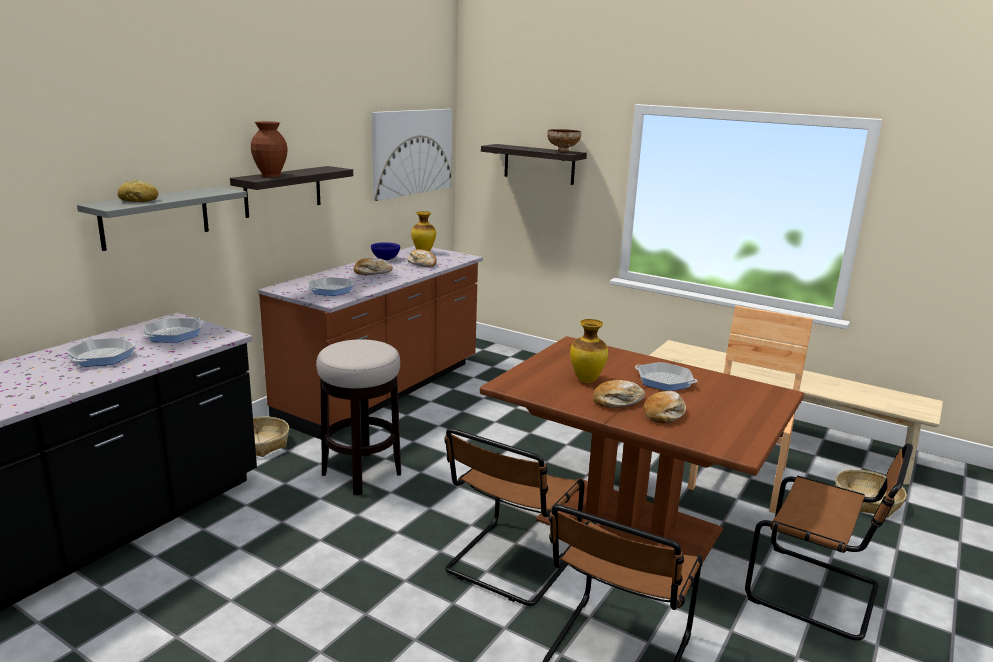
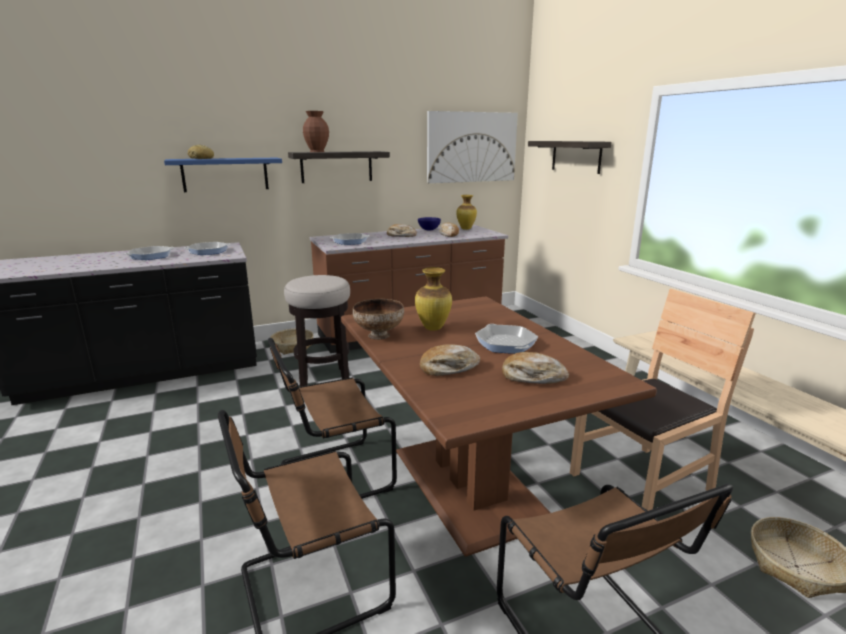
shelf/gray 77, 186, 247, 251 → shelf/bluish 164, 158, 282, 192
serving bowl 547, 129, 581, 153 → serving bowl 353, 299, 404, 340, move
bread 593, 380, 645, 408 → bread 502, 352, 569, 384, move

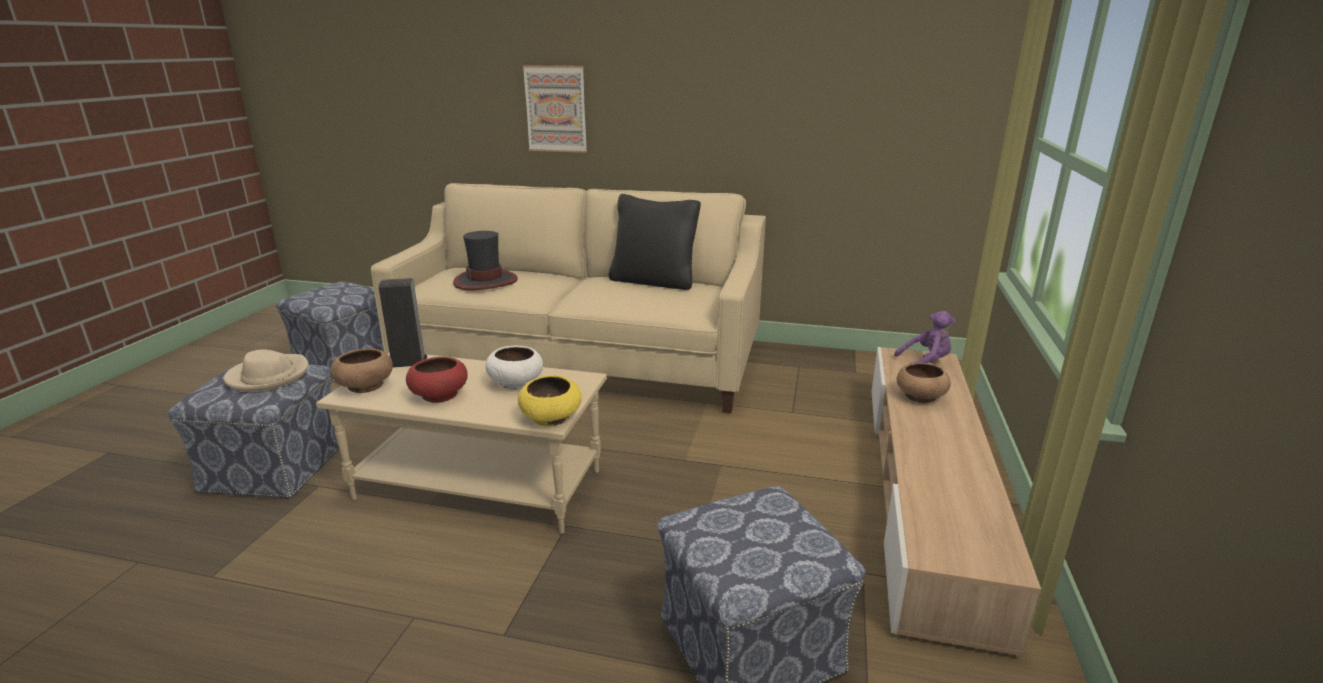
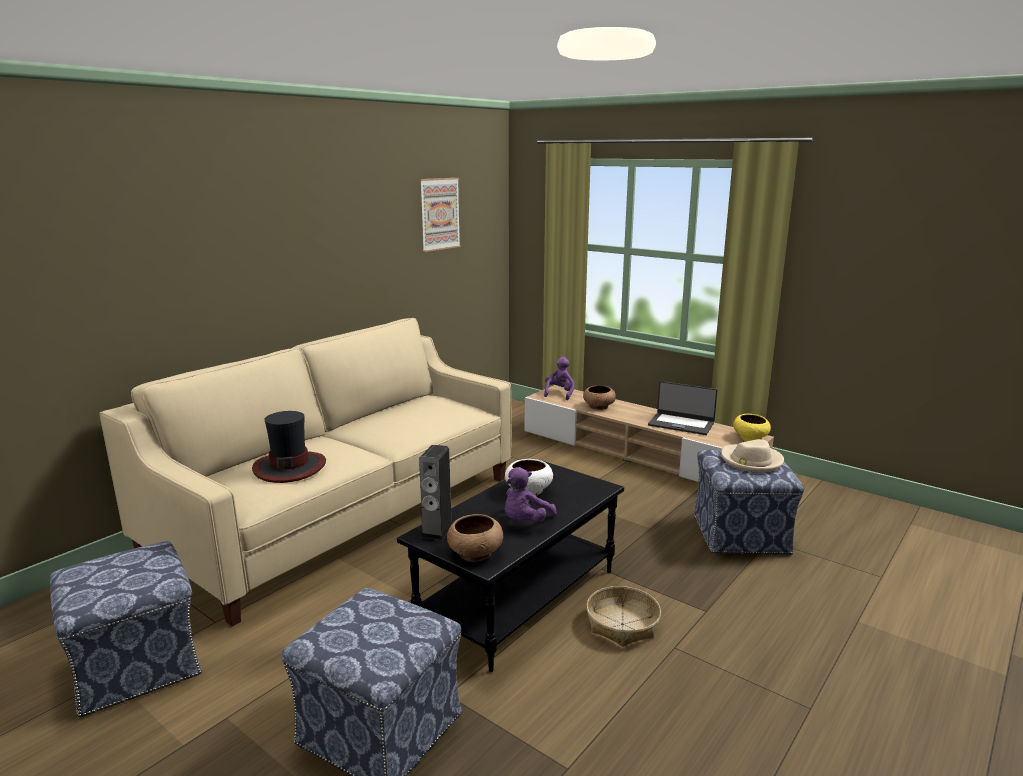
clothing hat/beige 224, 349, 309, 392 → clothing hat/beige 721, 439, 784, 472, move
lounge table/beige 316, 352, 607, 534 → lounge table/blackish 397, 460, 624, 672
serving bowl/reddish 406, 357, 468, 403 → cuddly toy/purple 505, 467, 557, 522
serving bowl/yellowish 518, 375, 582, 426 → serving bowl/yellowish 733, 414, 771, 441, move
picture 523, 65, 587, 153 → picture 420, 178, 461, 252, move
throw pillow/blackish 609, 194, 701, 290 → -
- → basket 586, 586, 661, 646
- → portable computer 648, 381, 718, 435

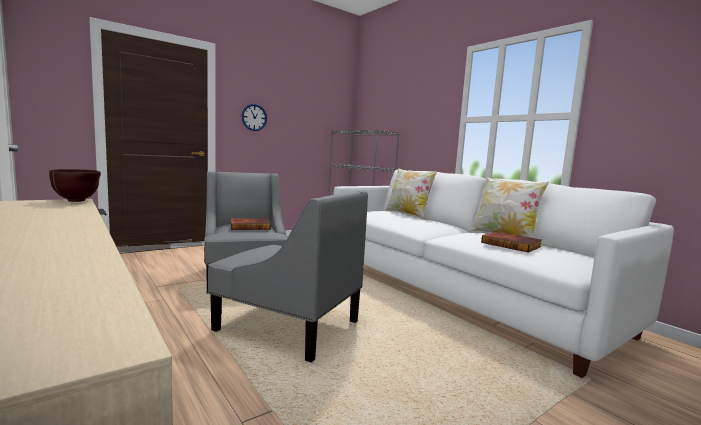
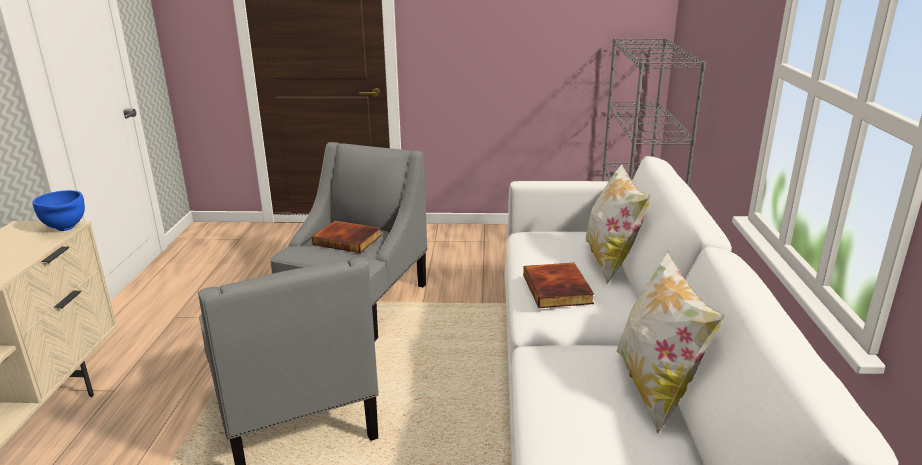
serving bowl/brown 49, 169, 101, 202 → serving bowl/bluish 32, 190, 85, 231
wall clock 242, 104, 267, 131 → -
book 481, 231, 542, 253 → book 523, 263, 594, 308, move

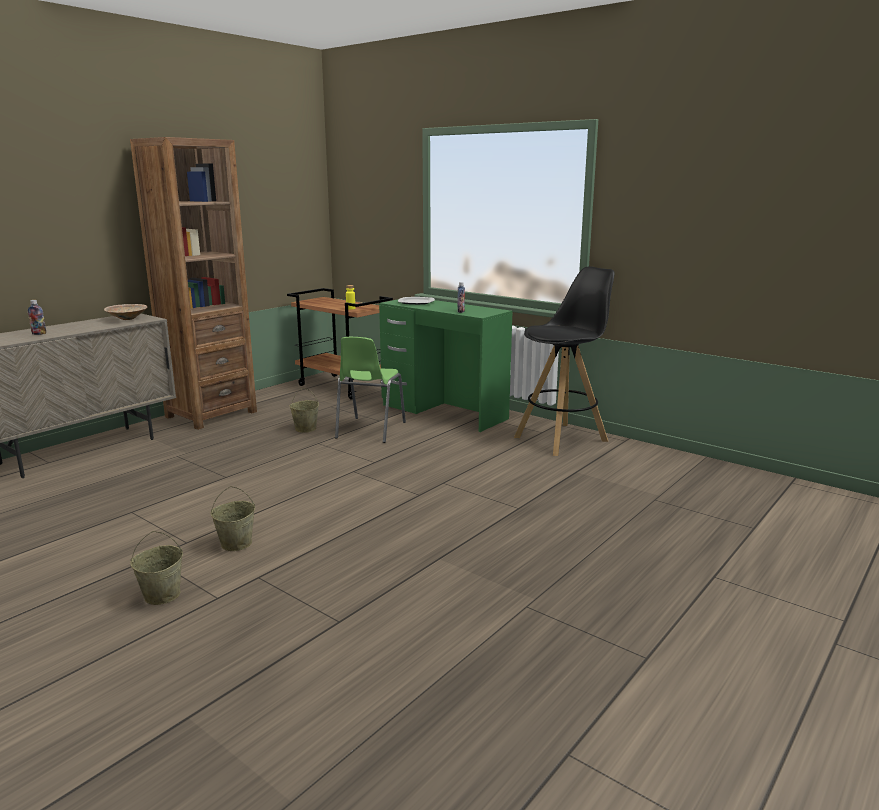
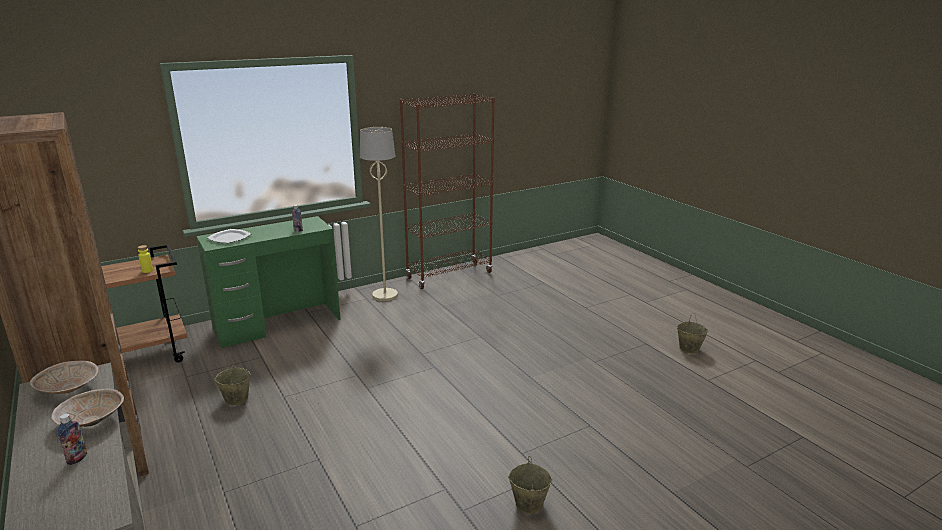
water bucket/beige 211, 486, 255, 551 → water bucket/beige 677, 313, 708, 354, move
plain chair/green 335, 337, 406, 443 → -
sitting stool/blackish 514, 266, 615, 456 → standard lamp/beige 360, 127, 398, 301
- → serving bowl/beige 51, 388, 124, 427
- → shelving unit/brown 400, 93, 495, 289

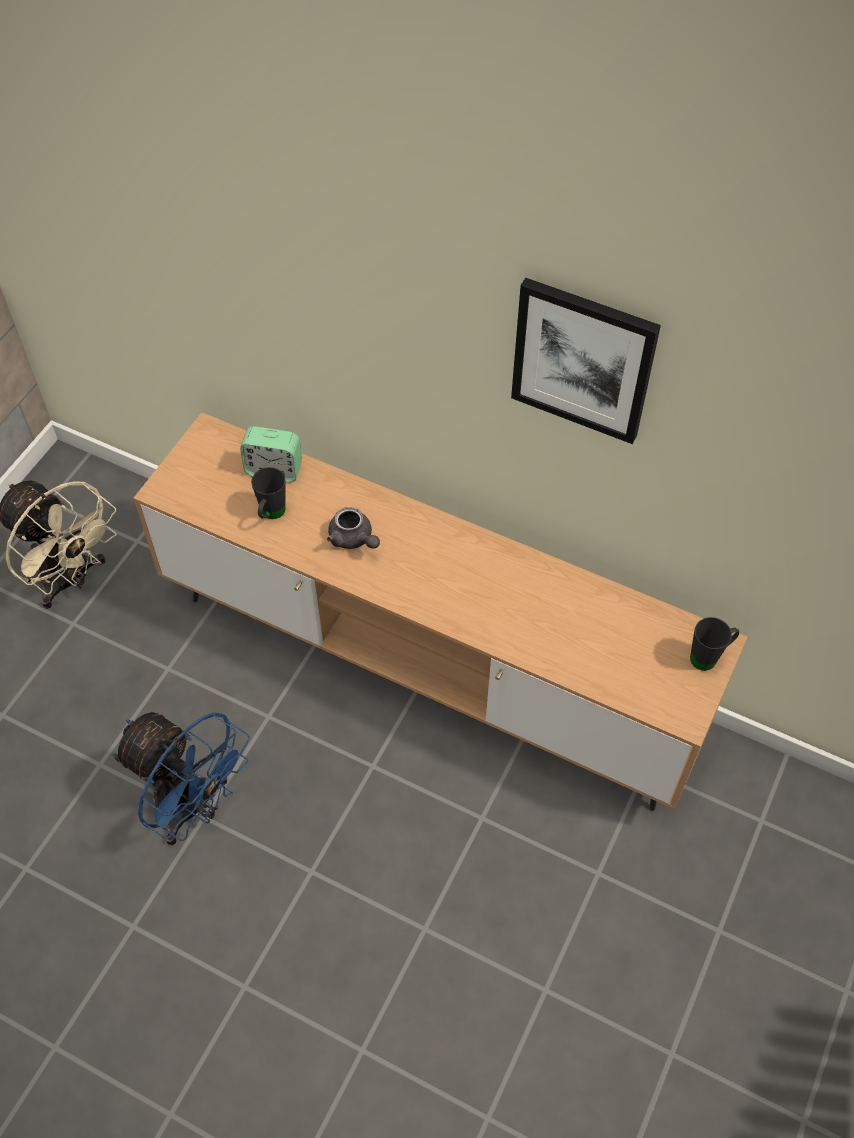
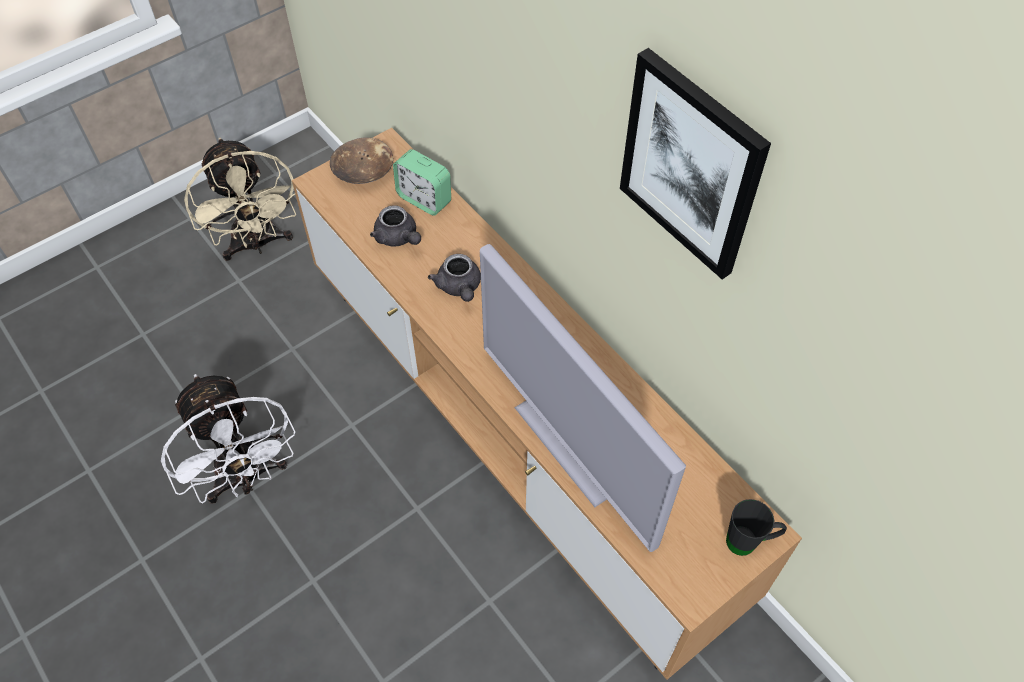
cooling fan/bluish 113, 712, 250, 846 → cooling fan/whitish 161, 374, 295, 504
coffee mug/blackish 251, 467, 286, 519 → pot for tea/gray 370, 206, 421, 246
- → serving bowl/brown 330, 137, 393, 184
- → TV 480, 244, 686, 552

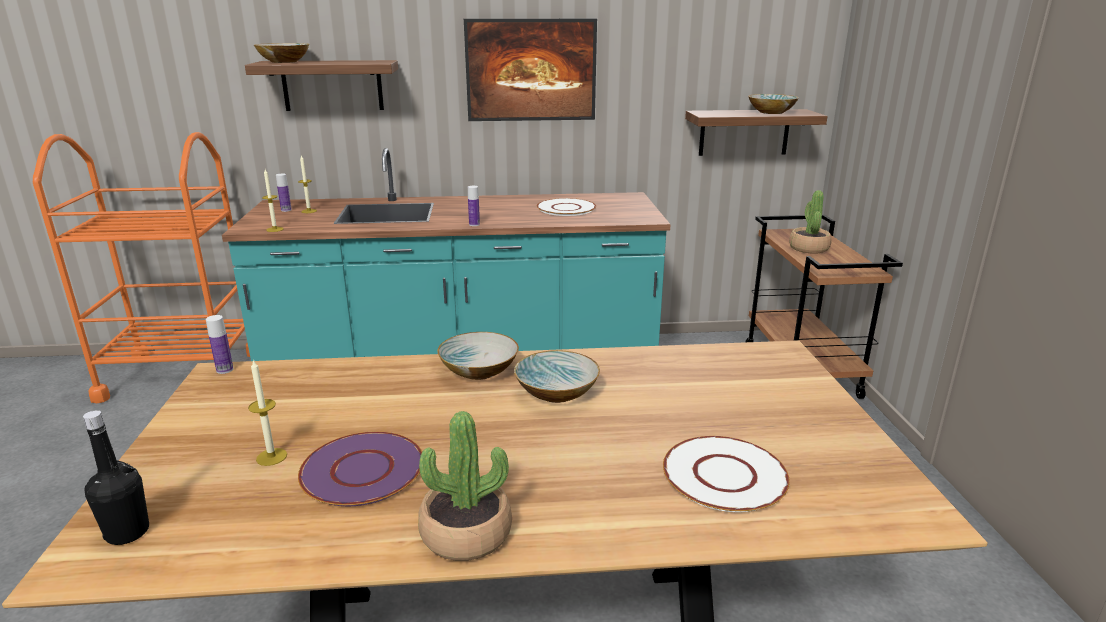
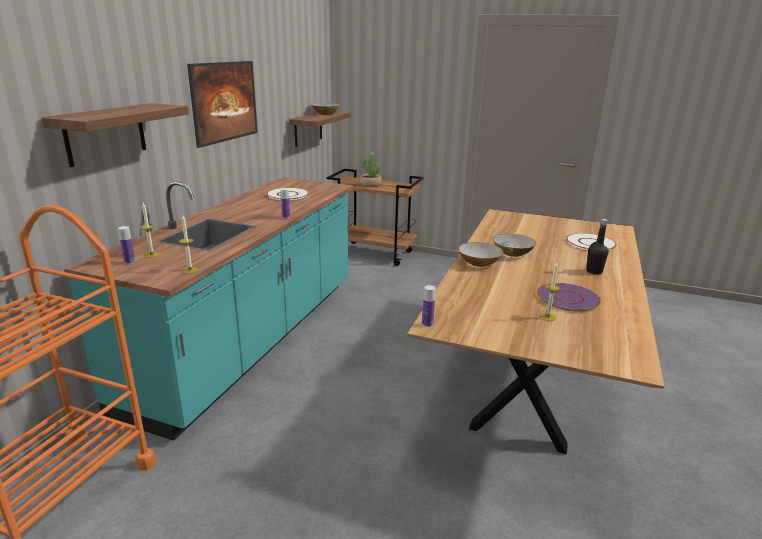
drink bottle/blackish 83, 410, 149, 545 → drink bottle/blackish 586, 219, 609, 274, move
serving bowl 254, 43, 309, 63 → -
plant in a pot 418, 411, 512, 561 → -

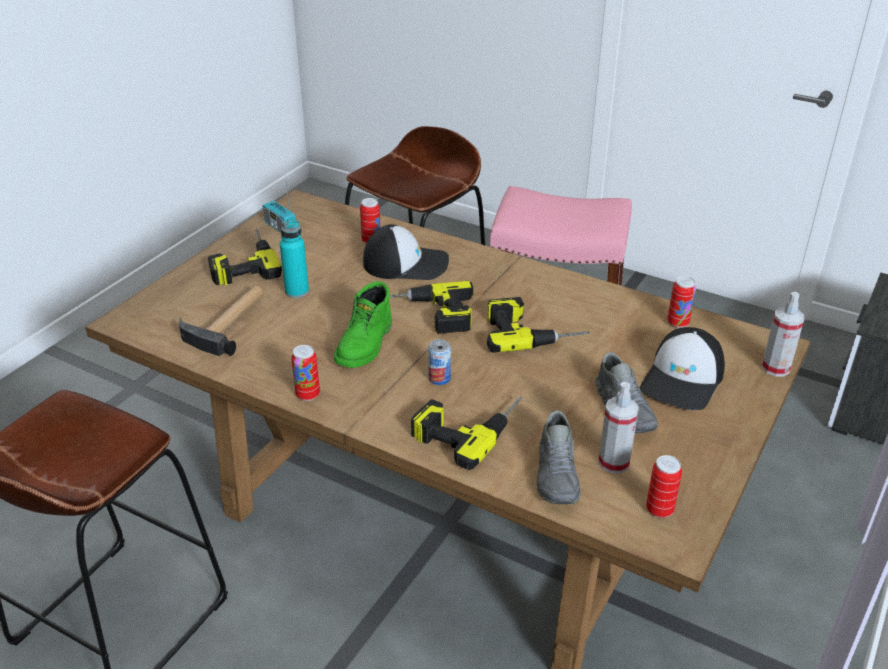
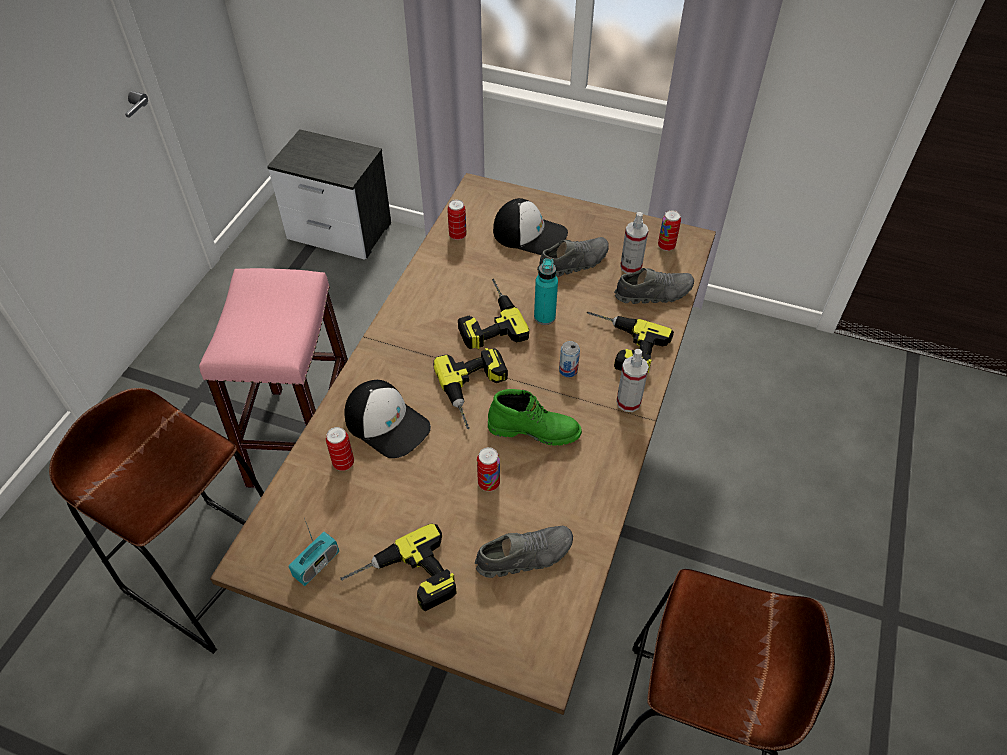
hammer 179, 285, 263, 356 → low shoe/gray 475, 526, 573, 578
drink bottle/blue-green 280, 220, 309, 298 → drink bottle/blue-green 534, 258, 558, 325, move
sealed can 291, 345, 320, 401 → sealed can 477, 447, 500, 491, move
peaked cap 363, 224, 449, 280 → peaked cap 344, 380, 431, 458, 135 degrees clockwise
hand sprayer 762, 292, 804, 376 → hand sprayer 616, 349, 649, 412, move

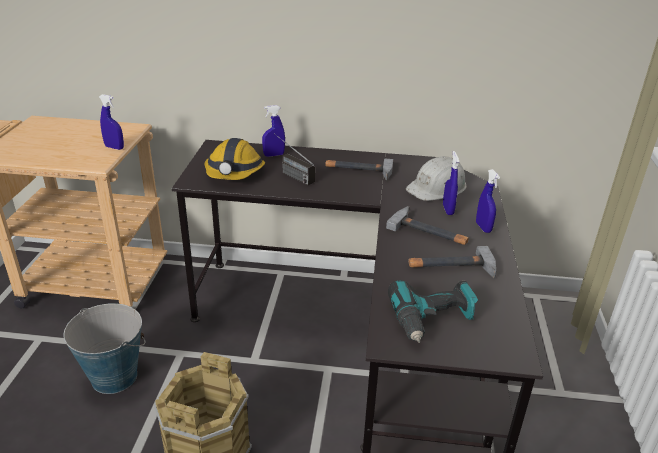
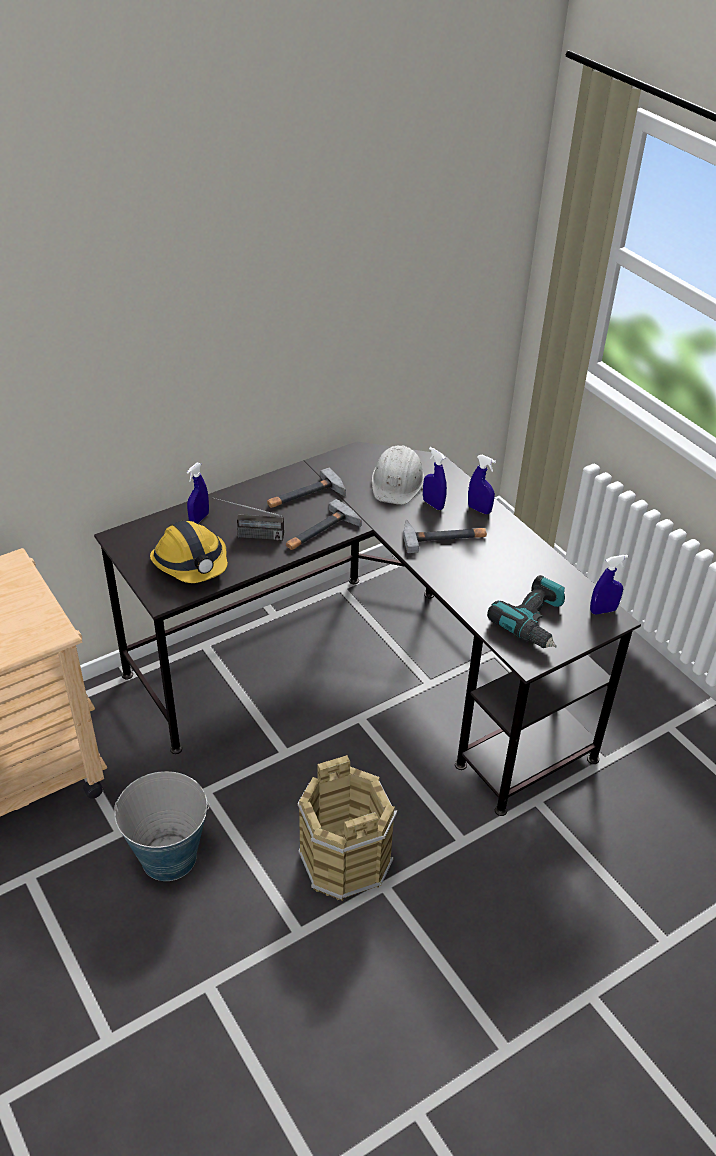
hand sprayer/bluish 99, 94, 124, 150 → hand sprayer/bluish 590, 555, 628, 615, move
hammer 408, 246, 496, 278 → hammer 286, 499, 362, 550, move

